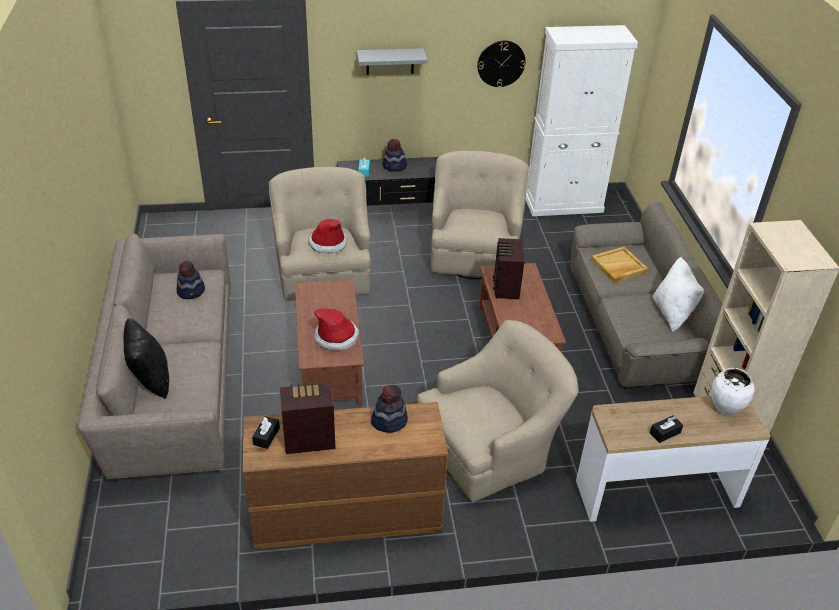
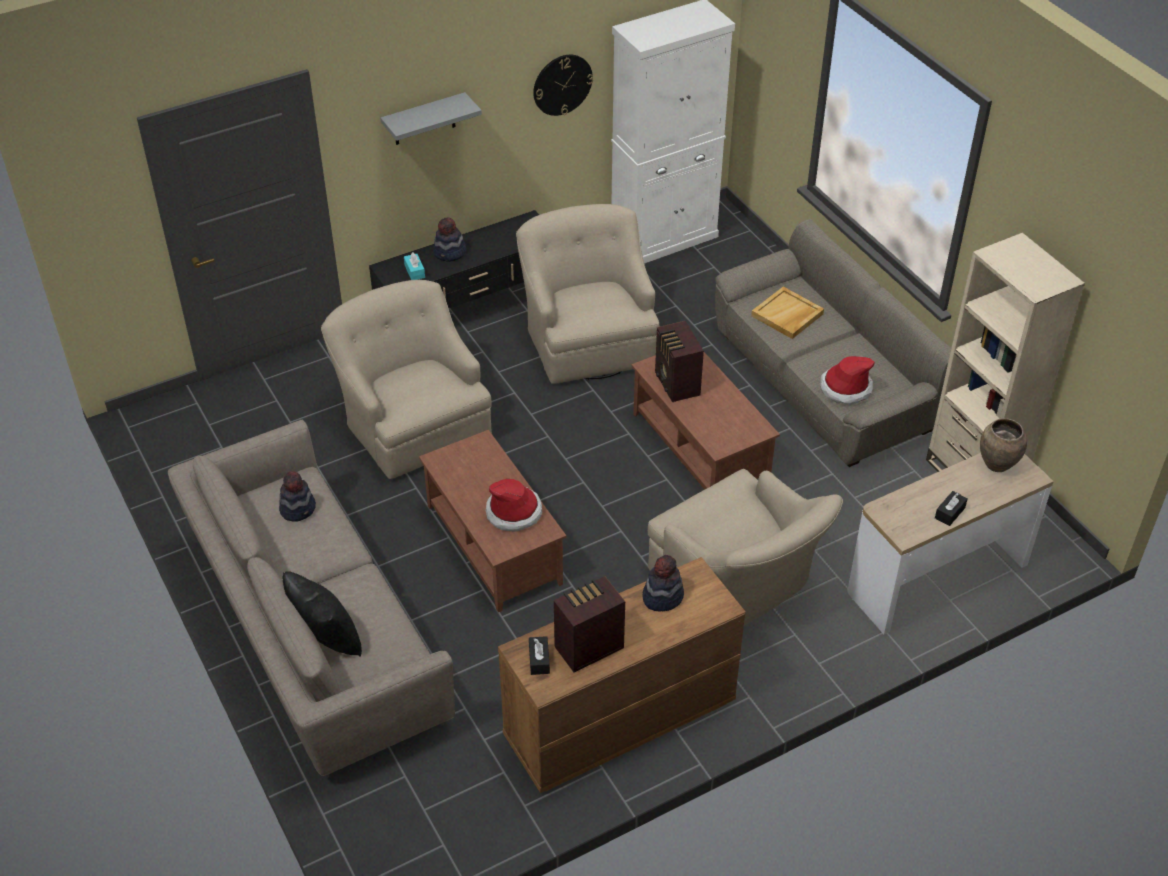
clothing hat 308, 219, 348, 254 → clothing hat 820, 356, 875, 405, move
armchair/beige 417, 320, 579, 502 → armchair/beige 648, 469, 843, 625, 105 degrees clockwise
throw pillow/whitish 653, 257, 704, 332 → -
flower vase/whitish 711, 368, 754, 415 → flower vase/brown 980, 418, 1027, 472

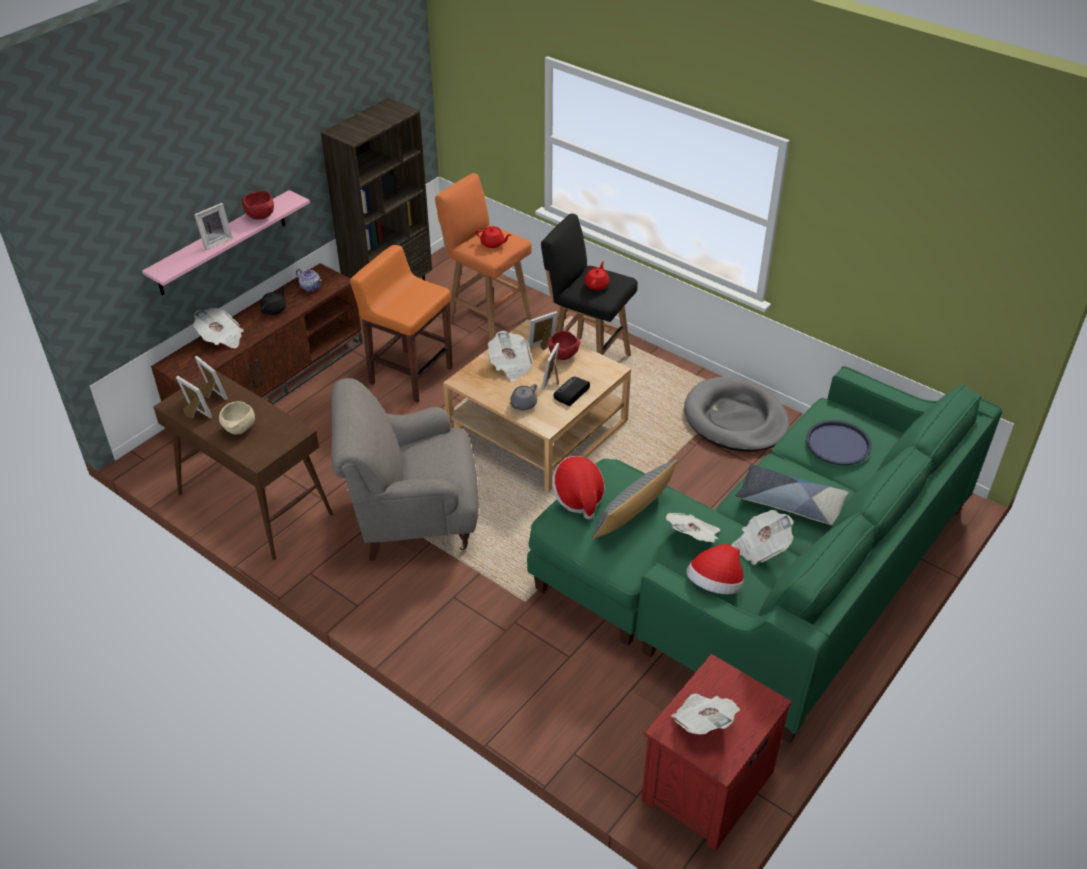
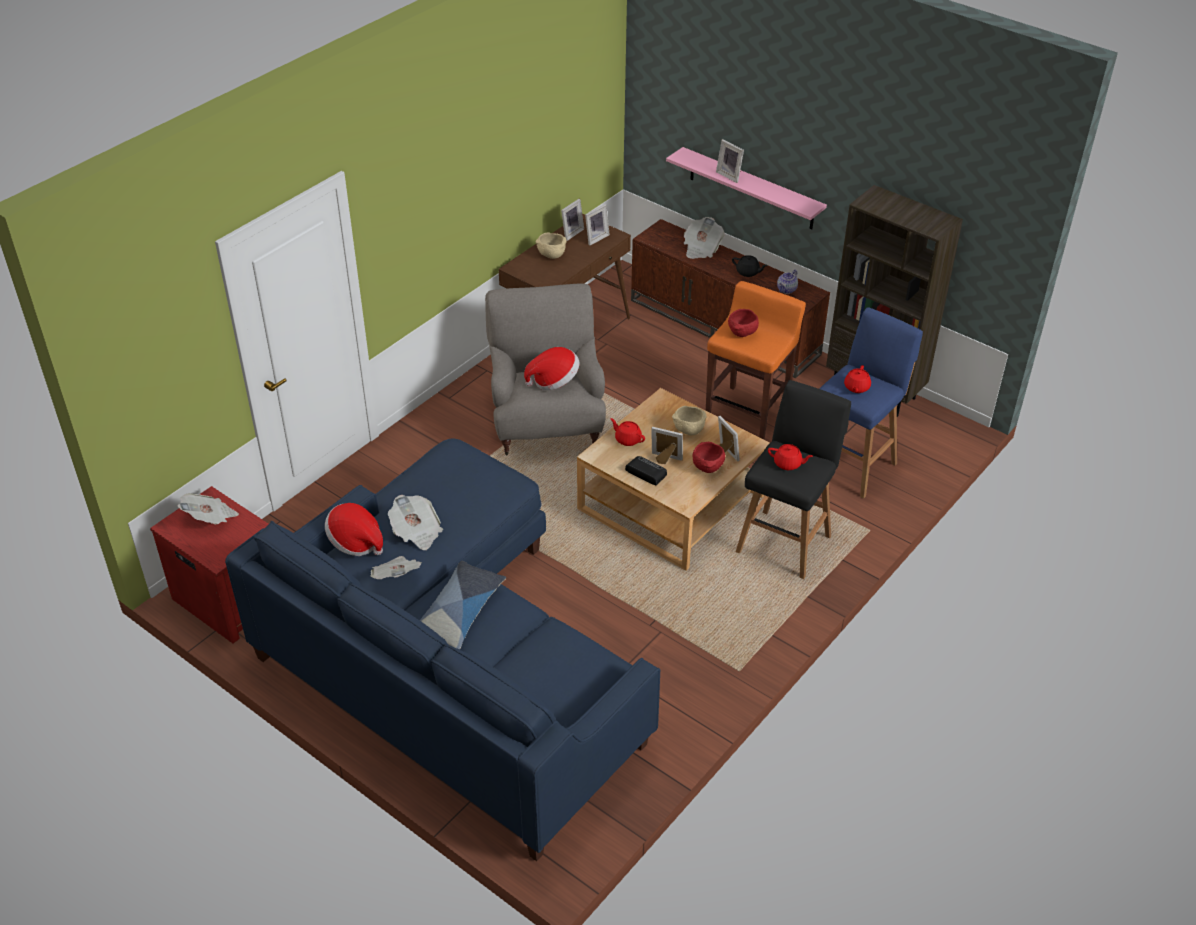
serving bowl/reddish 242, 191, 274, 220 → serving bowl/reddish 728, 309, 759, 337, move
sitting stool/orange-coloured 435, 173, 532, 342 → sitting stool/bluish 819, 307, 923, 499
newspaper 488, 331, 533, 381 → serving bowl/beige 672, 406, 706, 435
pot for tea/gray 509, 384, 537, 411 → pot for tea/reddish 610, 418, 645, 446
couch/green 527, 366, 1002, 743 → couch/bluish 225, 438, 660, 861
clothing hat 552, 456, 605, 520 → clothing hat 524, 347, 579, 390, move
throw pillow/gray 591, 460, 677, 540 → -
dog bed/gray 684, 377, 790, 452 → -
carrying tray/bluish 806, 420, 872, 465 → -

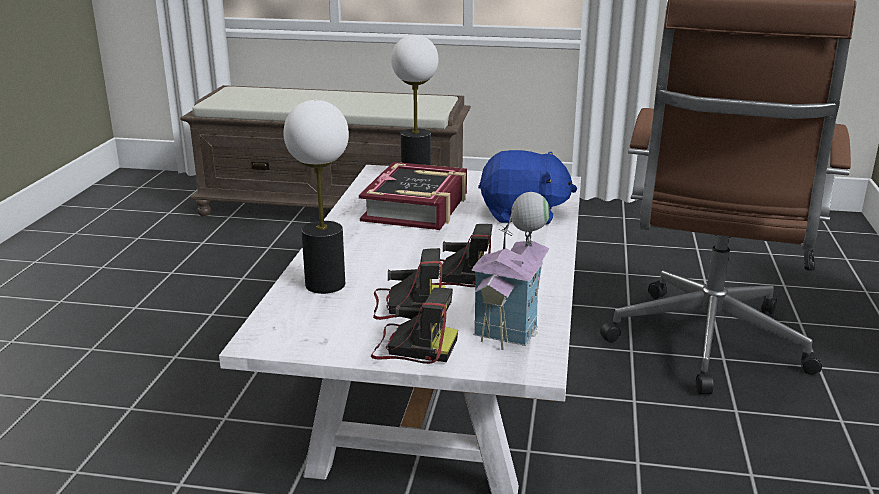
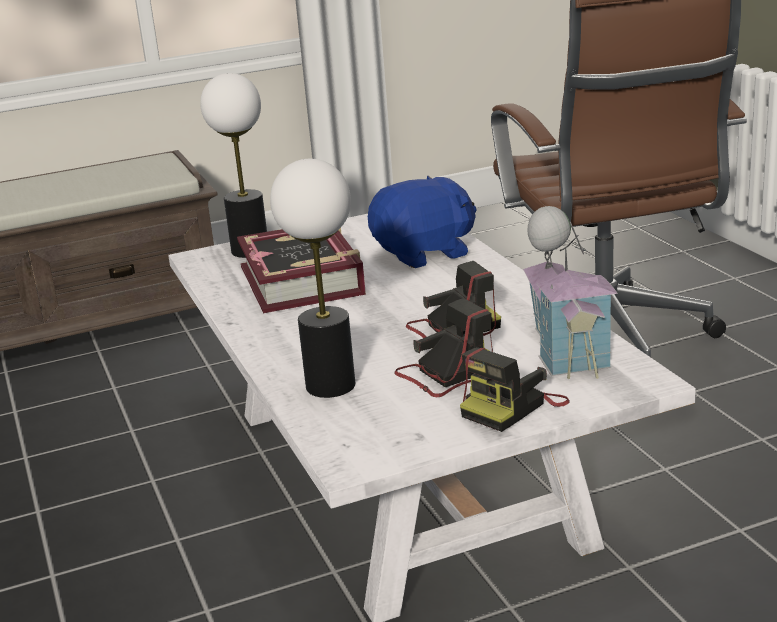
photo camera 371, 288, 458, 364 → photo camera 460, 347, 570, 432, 150 degrees clockwise

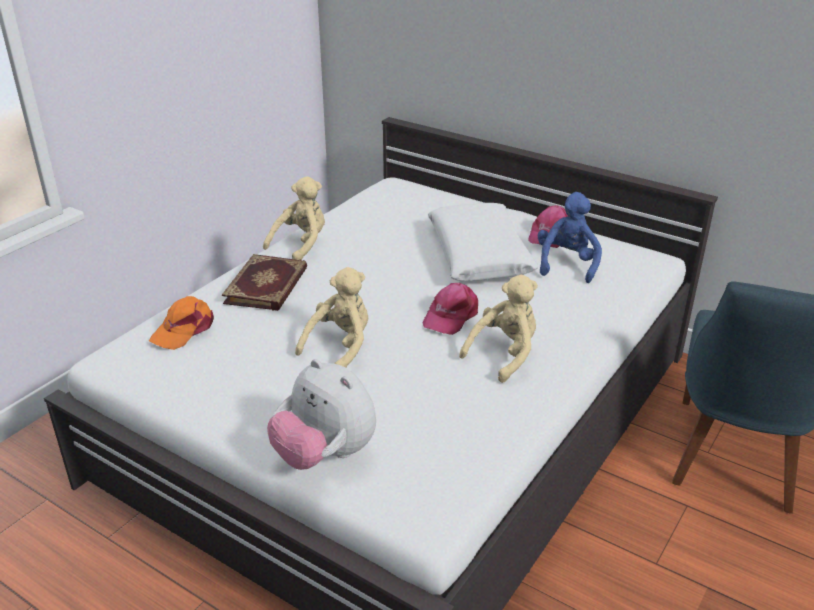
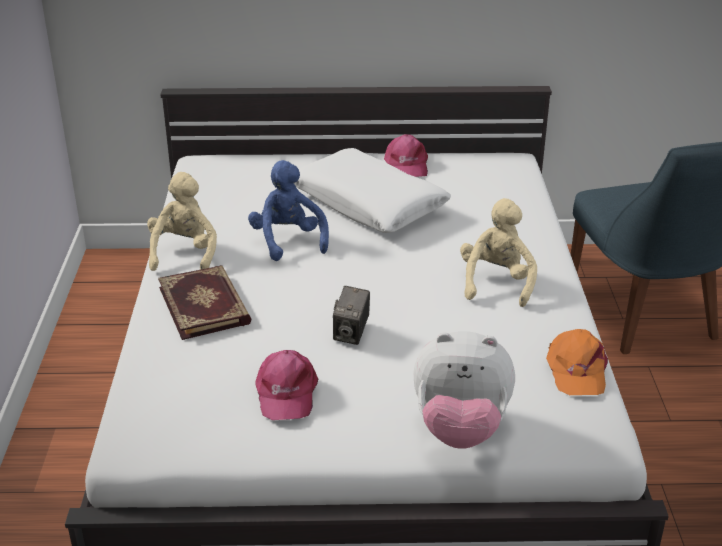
peaked cap/orange-coloured 149, 296, 214, 350 → peaked cap/orange-coloured 546, 329, 608, 395, move
cuddly toy/beige 295, 267, 368, 368 → photo camera 333, 286, 370, 345
peaked cap/pink-coloured 423, 283, 478, 335 → peaked cap/pink-coloured 255, 350, 318, 420, move
cuddly toy/bluish 538, 192, 602, 283 → cuddly toy/bluish 248, 160, 329, 261, move

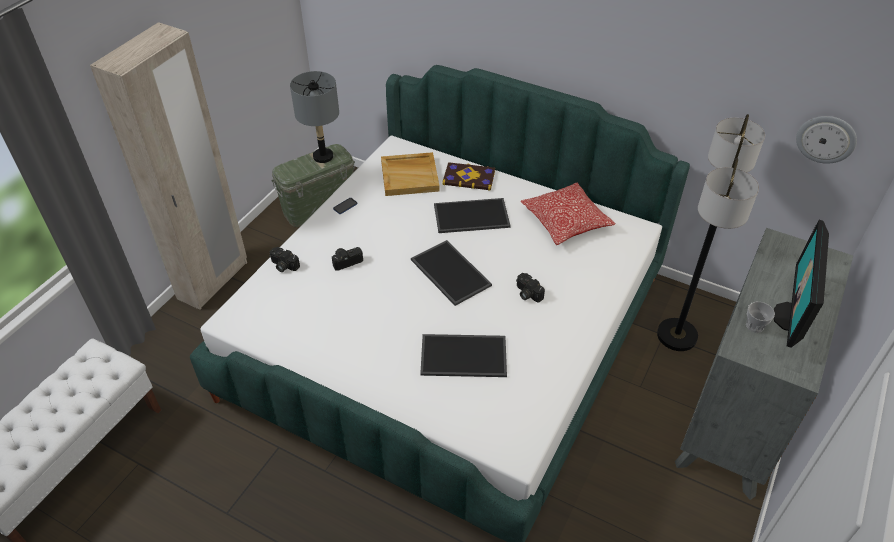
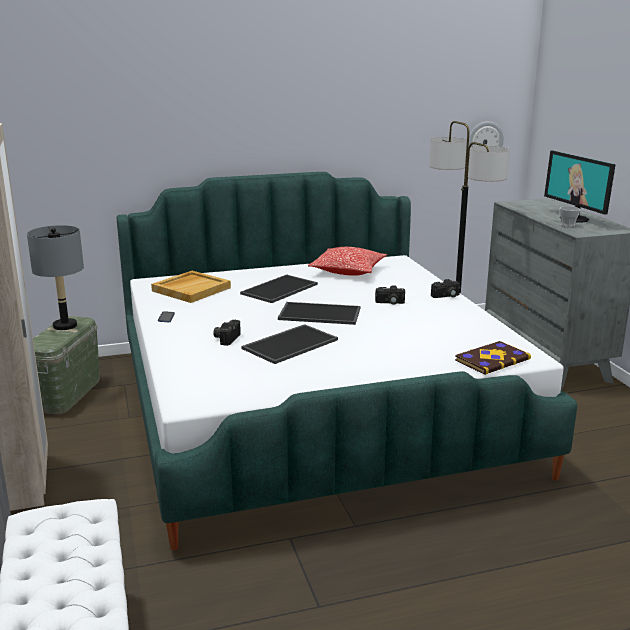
photo camera 269, 247, 300, 272 → photo camera 431, 279, 460, 298, move
carrying tray 420, 334, 507, 377 → carrying tray 242, 324, 338, 364, move
book 442, 162, 495, 191 → book 455, 341, 531, 375, move

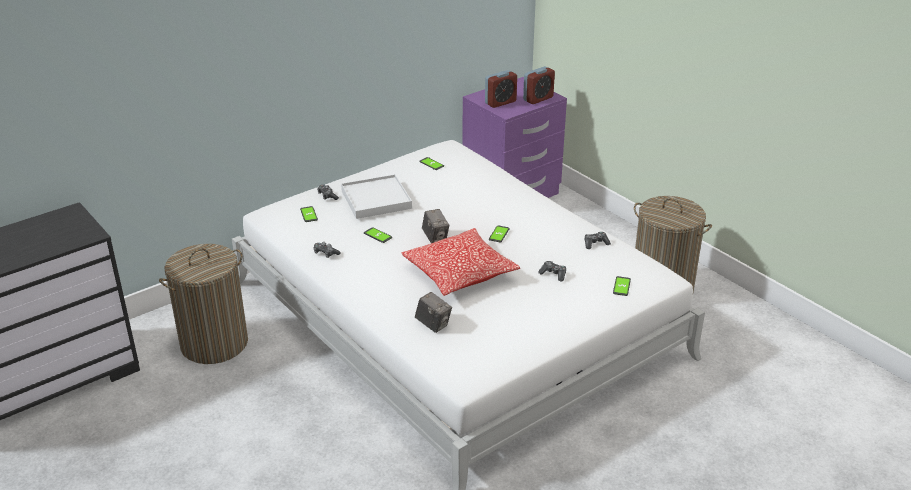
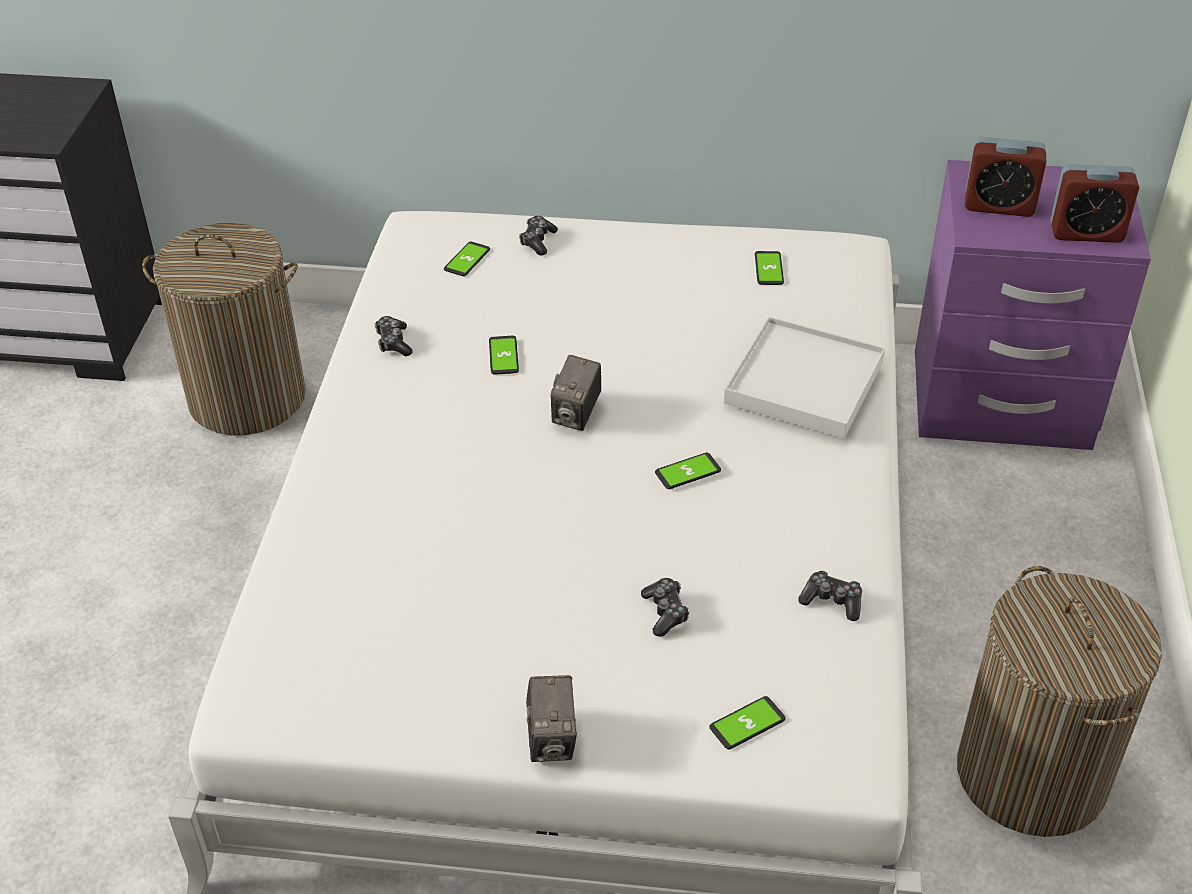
carrying tray/whitish 341, 174, 412, 219 → carrying tray/whitish 724, 317, 885, 439, move
throw pillow 402, 228, 520, 296 → -
photo camera 415, 292, 452, 333 → photo camera 526, 675, 577, 763, move

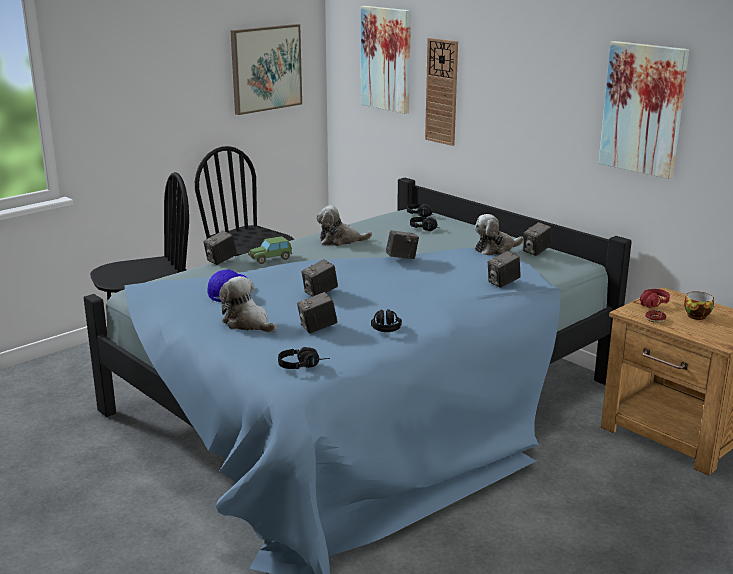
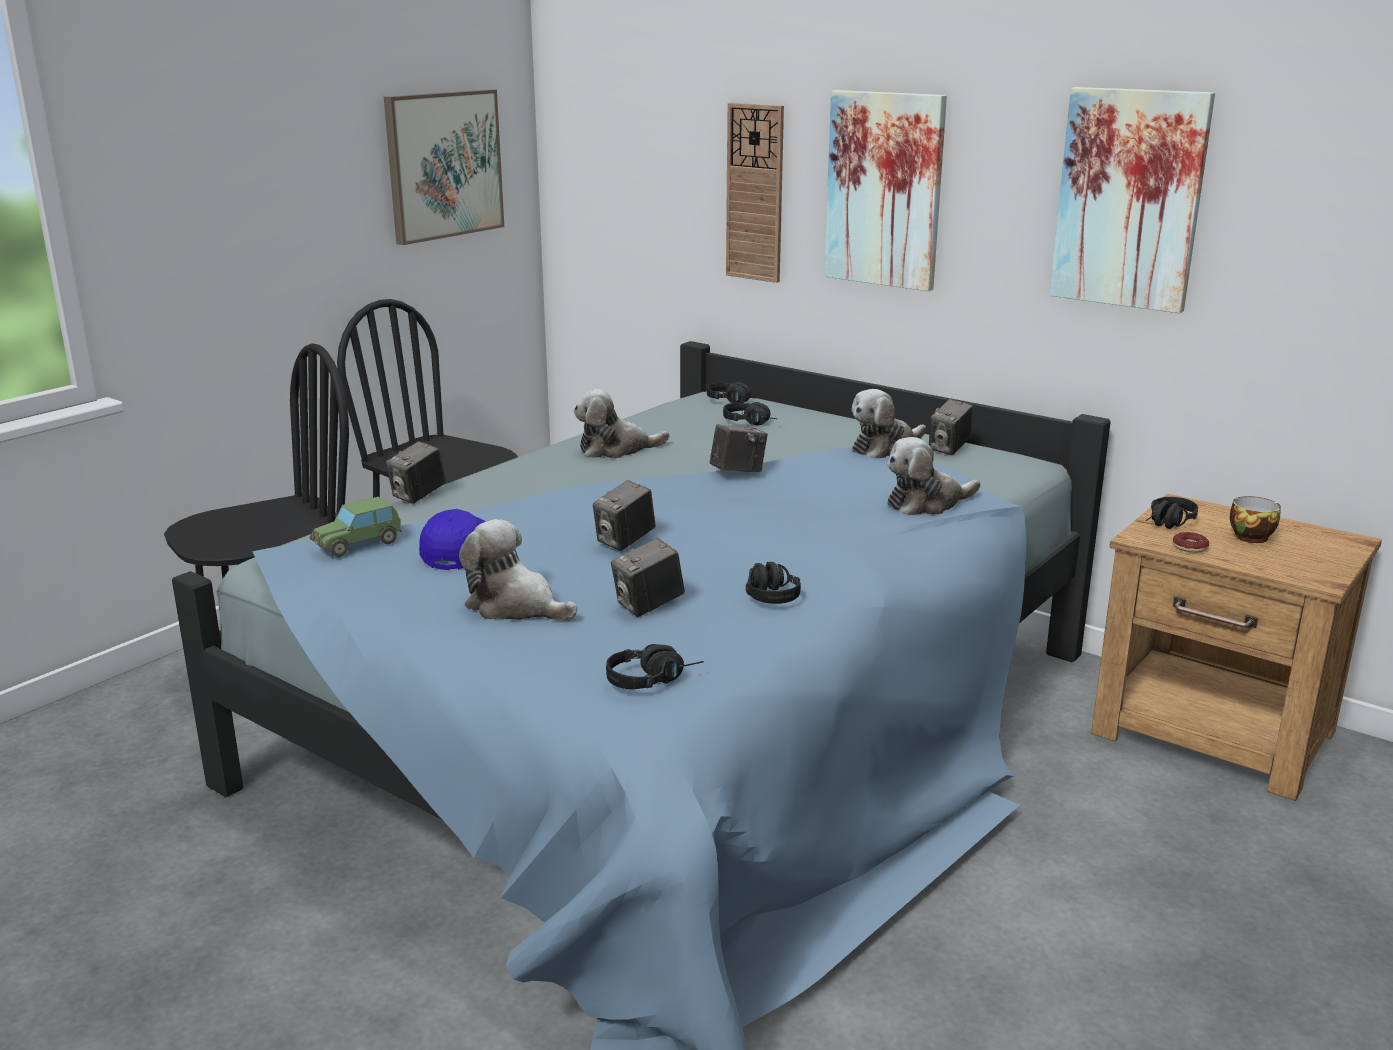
toy car 248, 236, 292, 264 → toy car 310, 497, 402, 557, move
picture 361, 6, 411, 114 → picture 824, 90, 947, 291, move
photo camera 488, 251, 521, 288 → cuddly toy 887, 437, 980, 515
pair of headphones/reddish 634, 289, 670, 308 → pair of headphones/blackish 1146, 497, 1198, 529

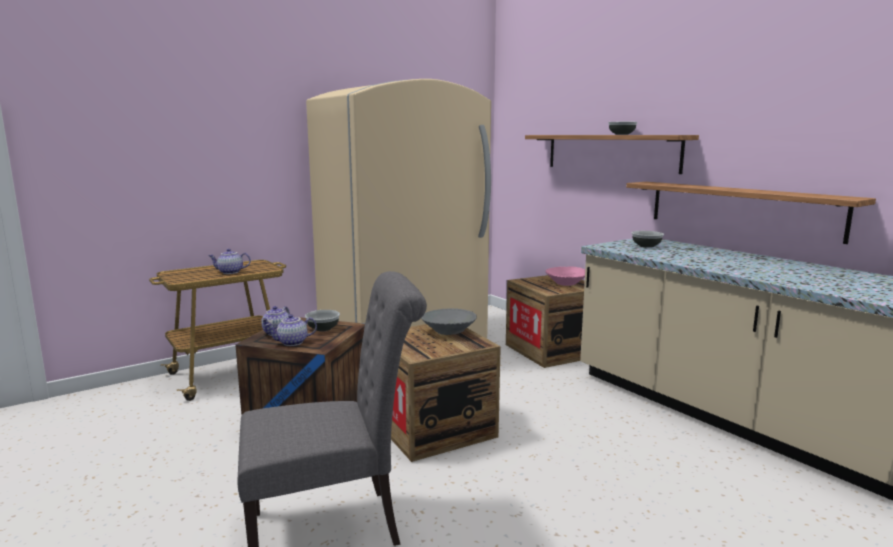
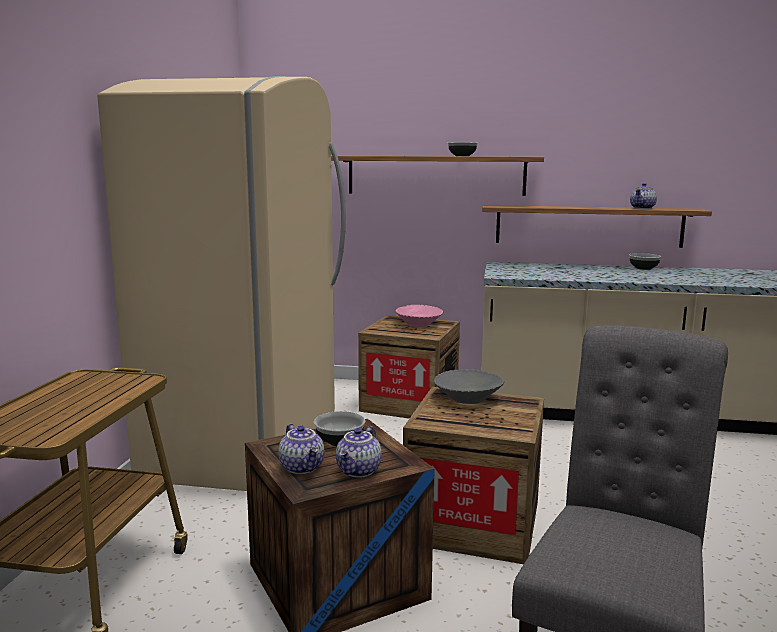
pot for tea 208, 249, 251, 274 → pot for tea 630, 183, 657, 209, move
serving bowl 632, 231, 664, 248 → serving bowl 629, 253, 662, 270, move

